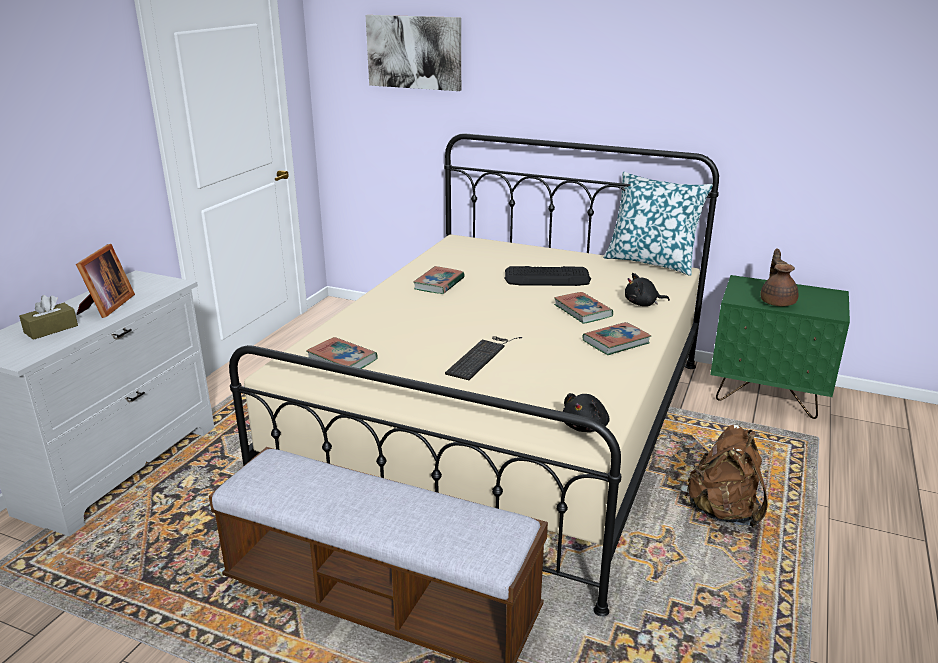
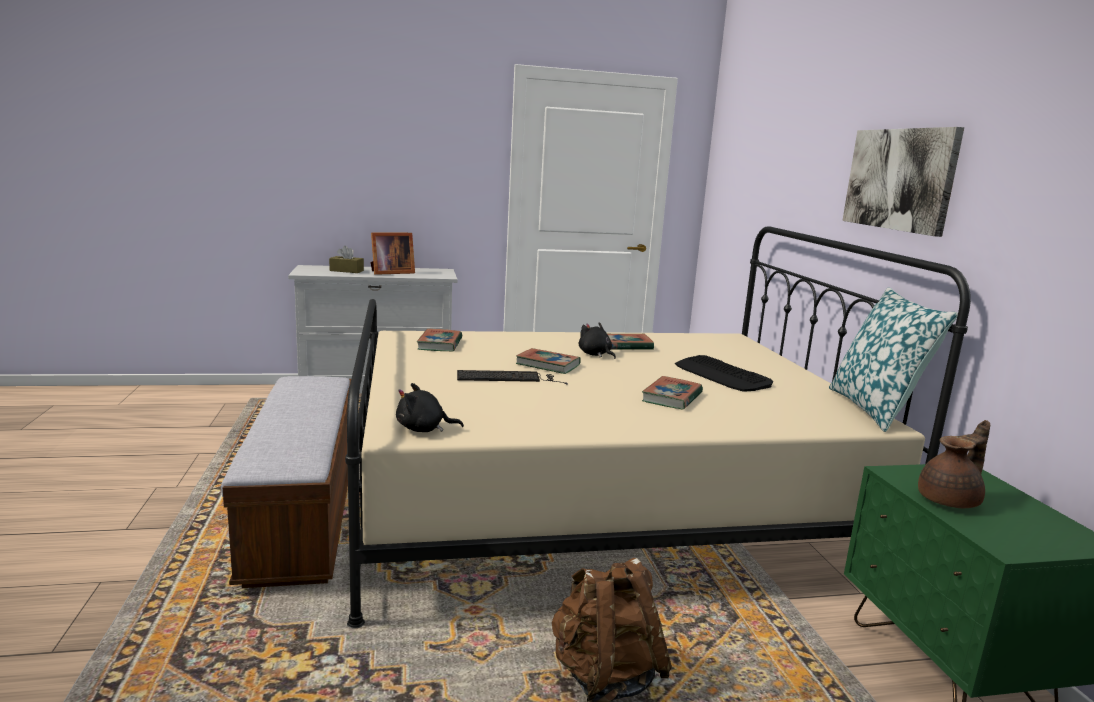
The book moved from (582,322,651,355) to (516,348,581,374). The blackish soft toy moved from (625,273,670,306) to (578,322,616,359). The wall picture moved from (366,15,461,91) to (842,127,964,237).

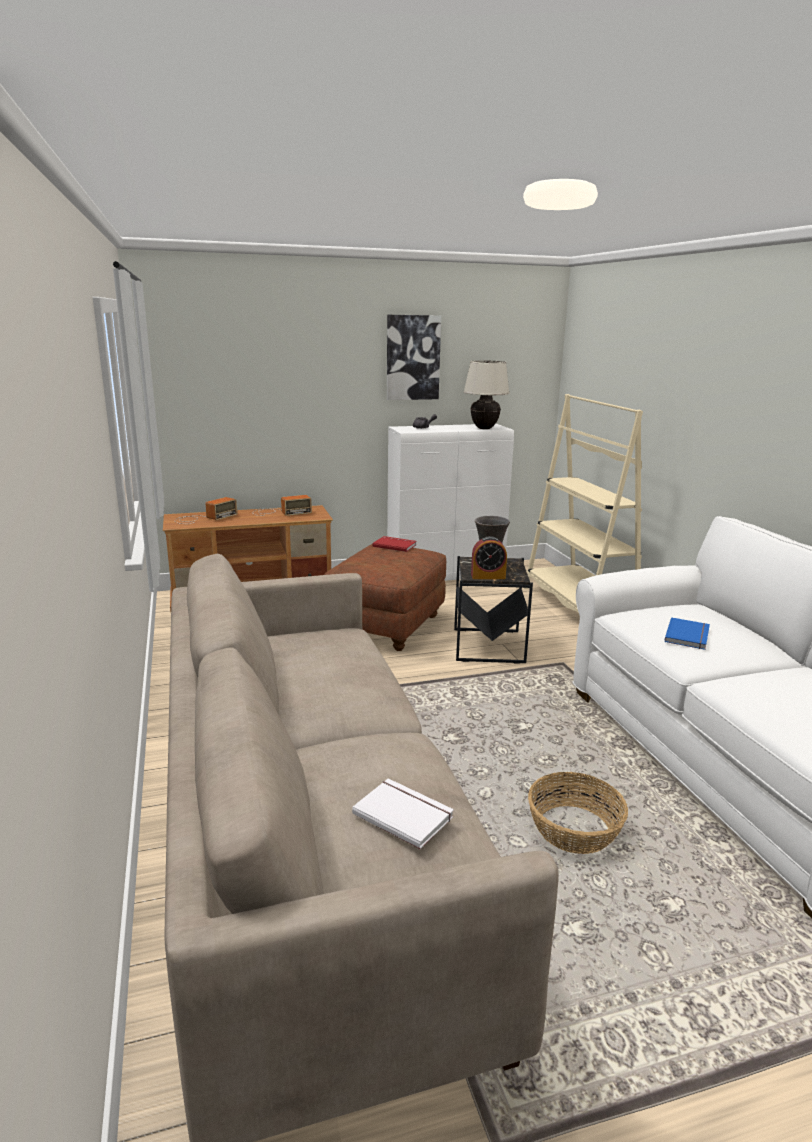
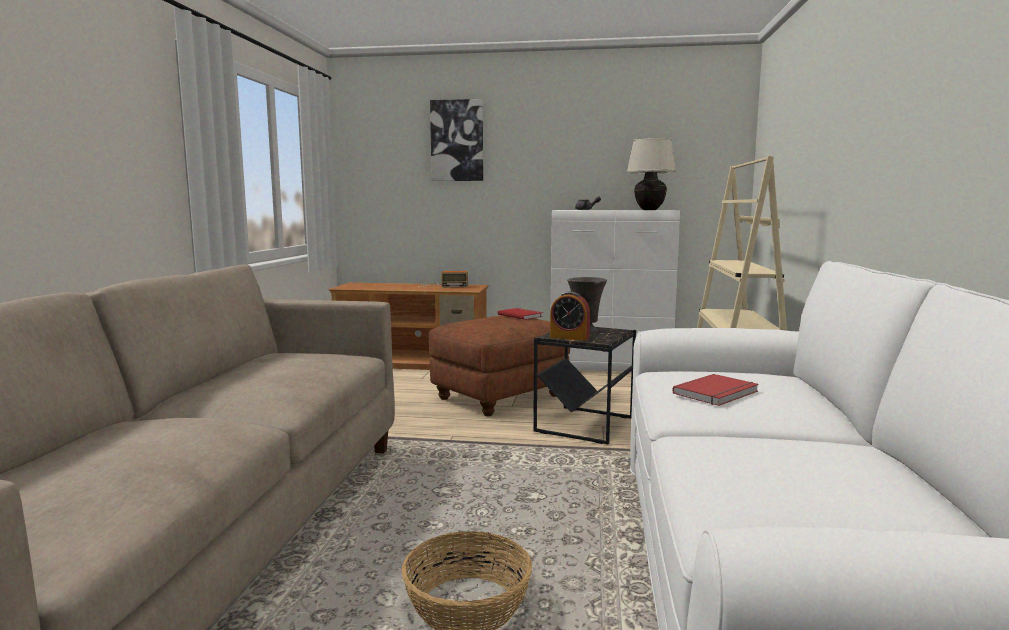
The wall picture moved from (387,315,441,400) to (430,99,483,181). The blue-coloured book at (665,618,710,650) became the red-coloured book at (672,374,759,406). The radio at (175,497,237,524) disappeared. The white book at (352,778,454,849) disappeared.

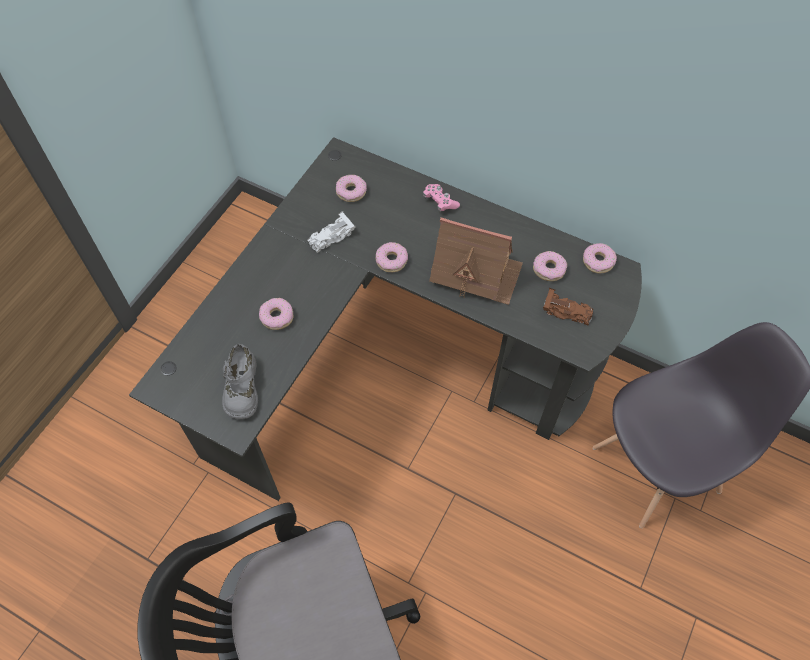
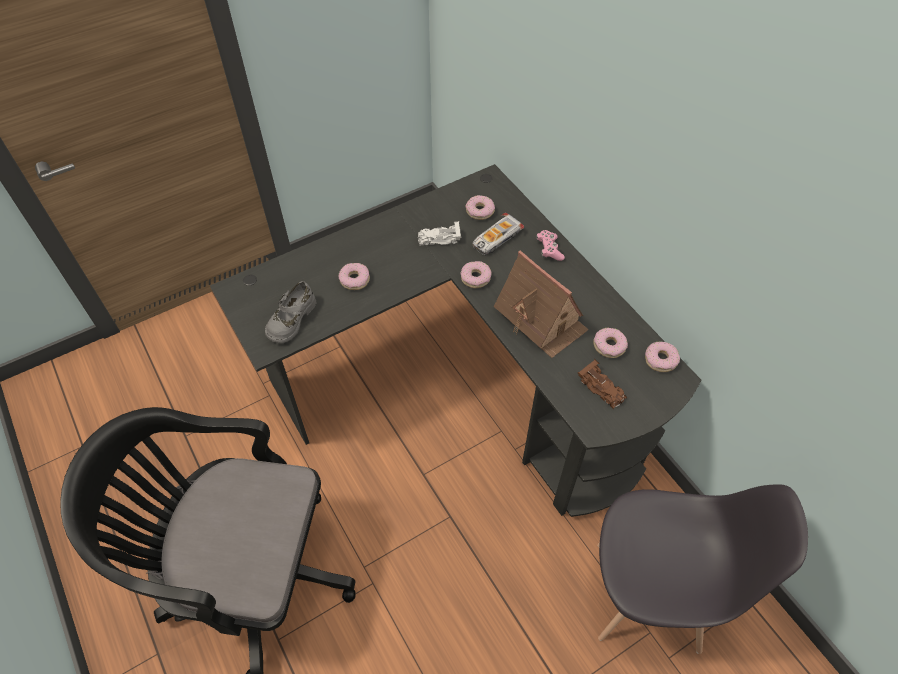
The miniature car at (472,213,524,255) appeared.

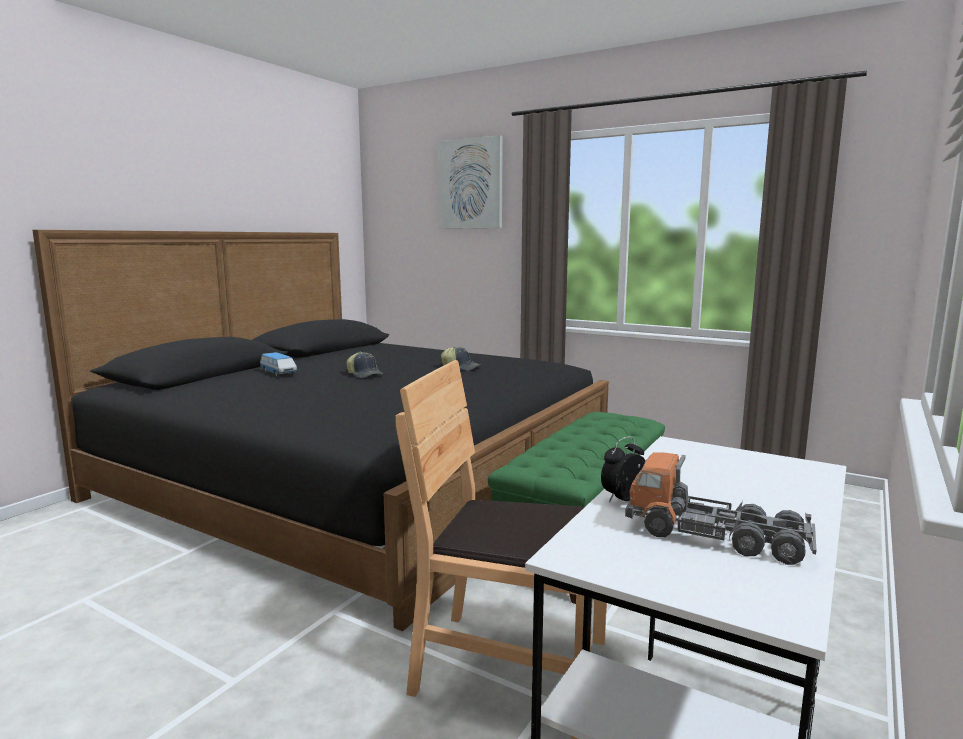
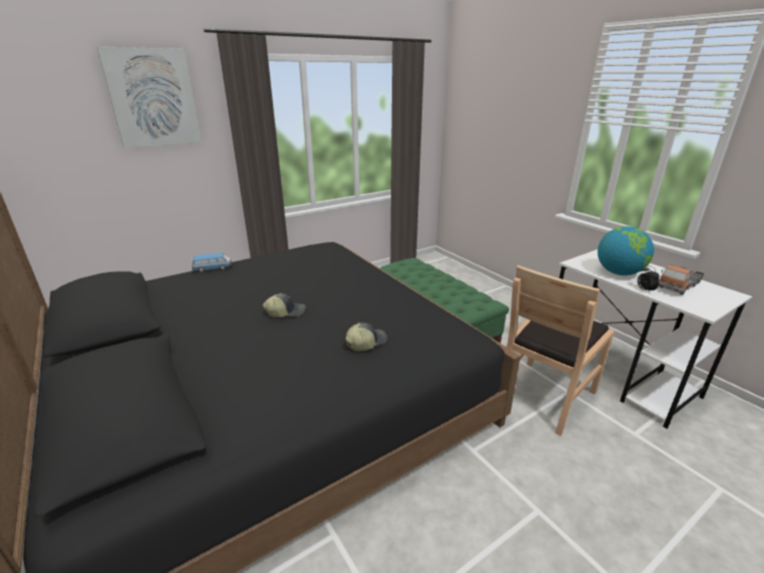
The miniature car moved from (260,352,298,377) to (192,253,232,272). The cap moved from (441,346,481,371) to (345,322,388,351). The globe at (598,226,654,276) appeared.

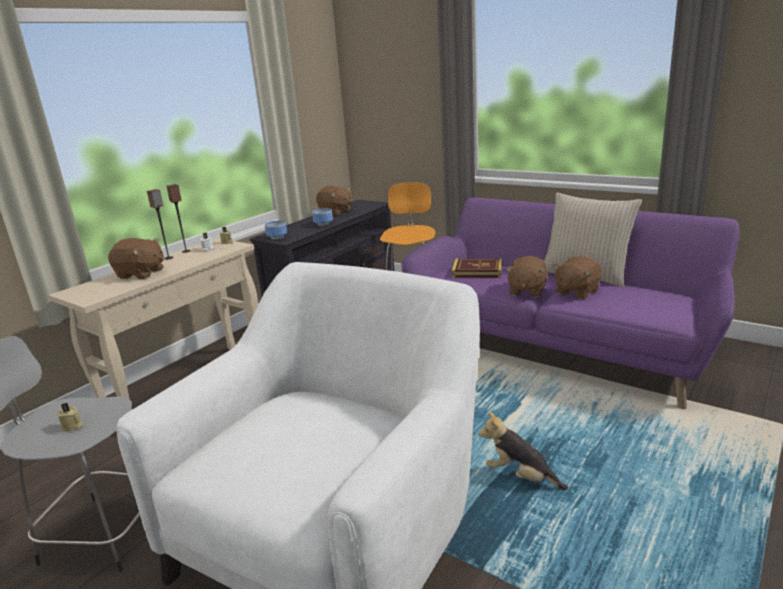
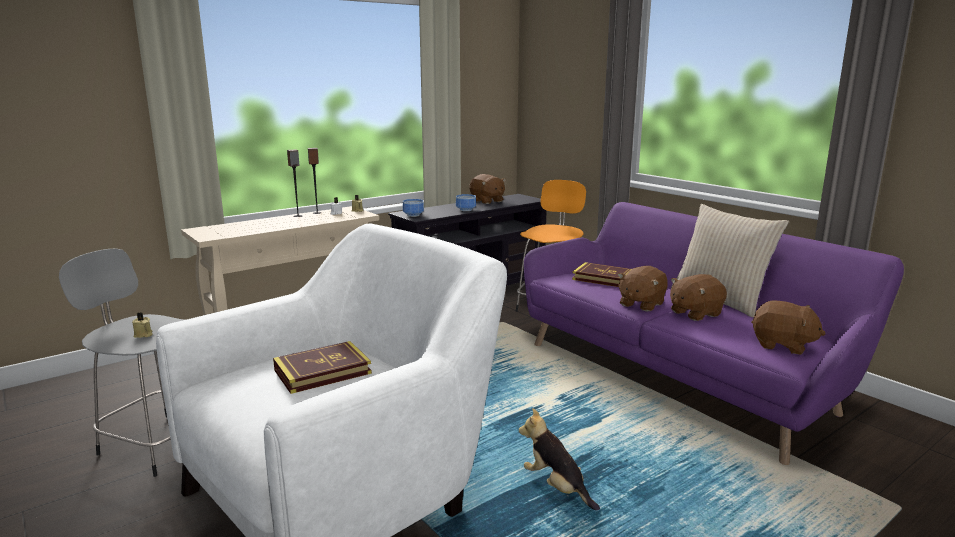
The book at (273,341,372,394) appeared. The brown-coloured soft toy moved from (108,238,164,279) to (751,301,826,355).

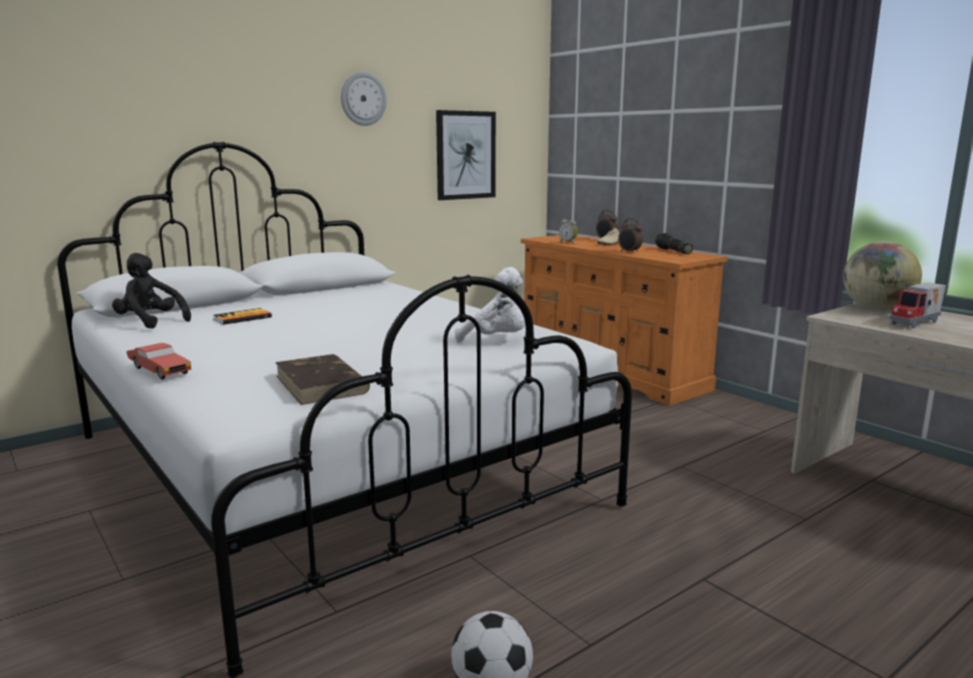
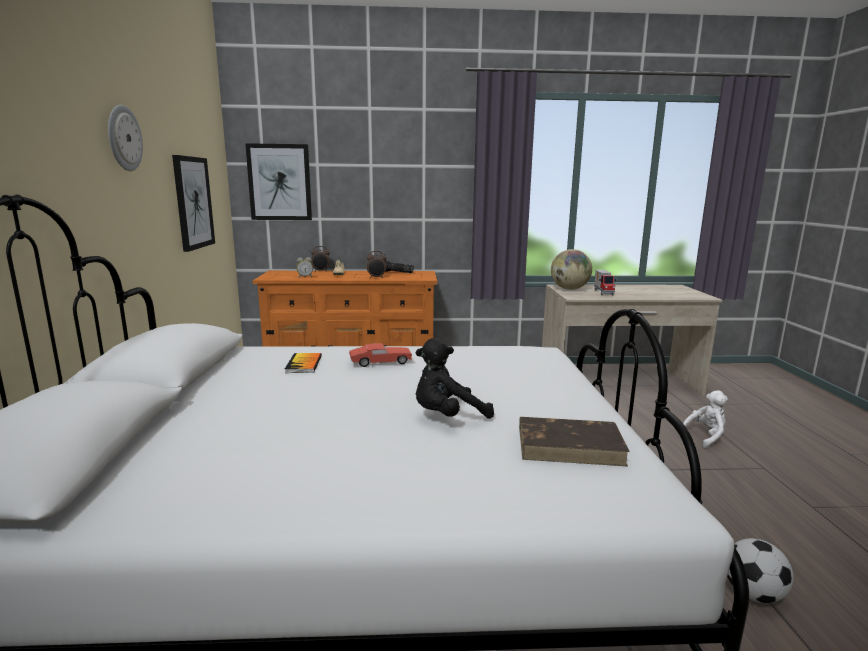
The wall picture at (245,143,312,220) appeared. The book moved from (213,308,272,325) to (285,353,322,373). The red-coloured miniature car moved from (127,343,191,379) to (349,343,412,367). The blackish soft toy moved from (112,253,191,329) to (416,338,494,419). The white soft toy moved from (455,267,525,342) to (677,390,728,449).

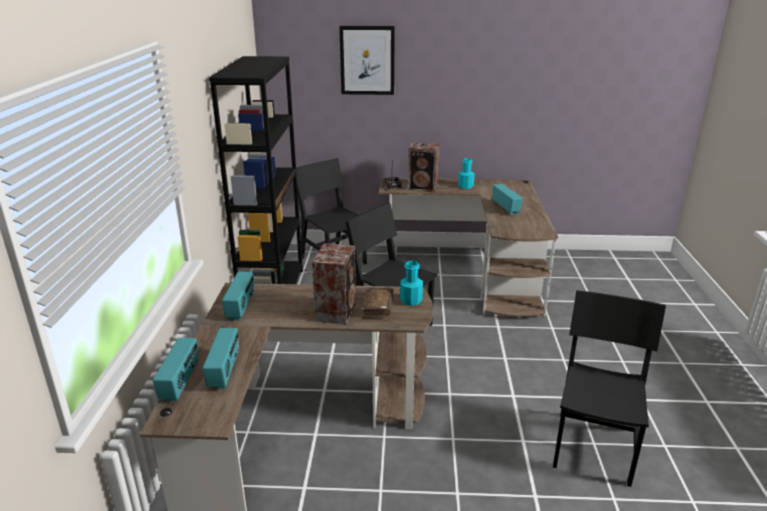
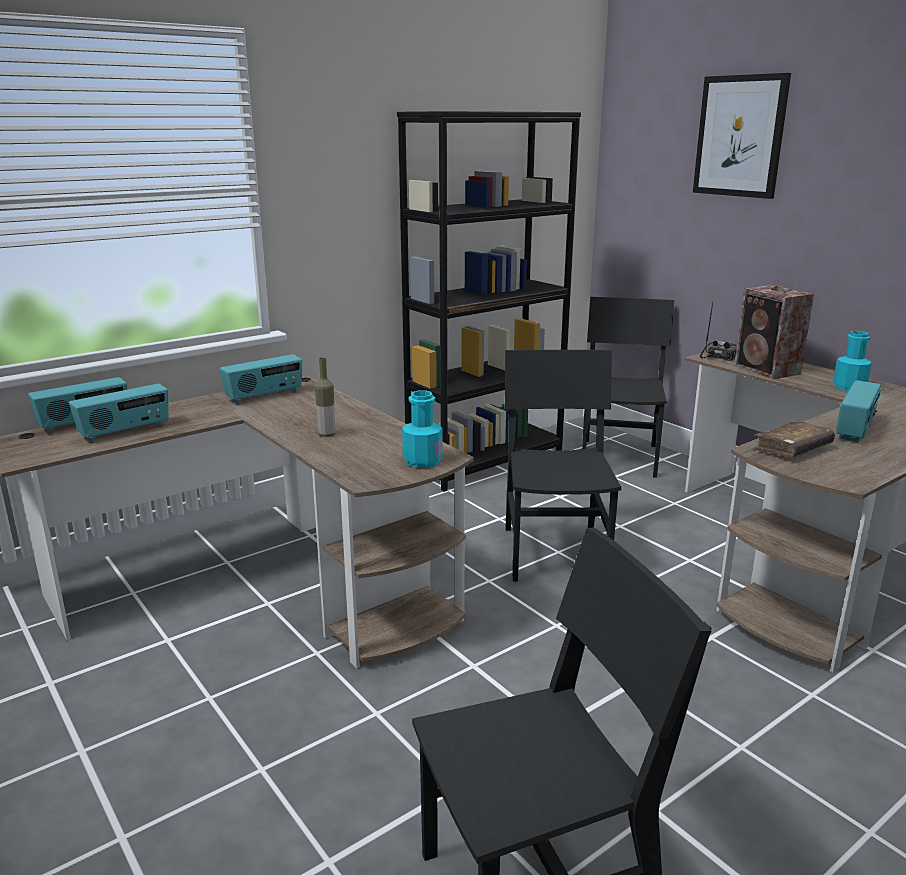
The speaker at (312,243,356,324) was replaced by the beverage bottle at (315,358,335,437). The brown-coloured book moved from (361,288,394,318) to (753,420,835,457).

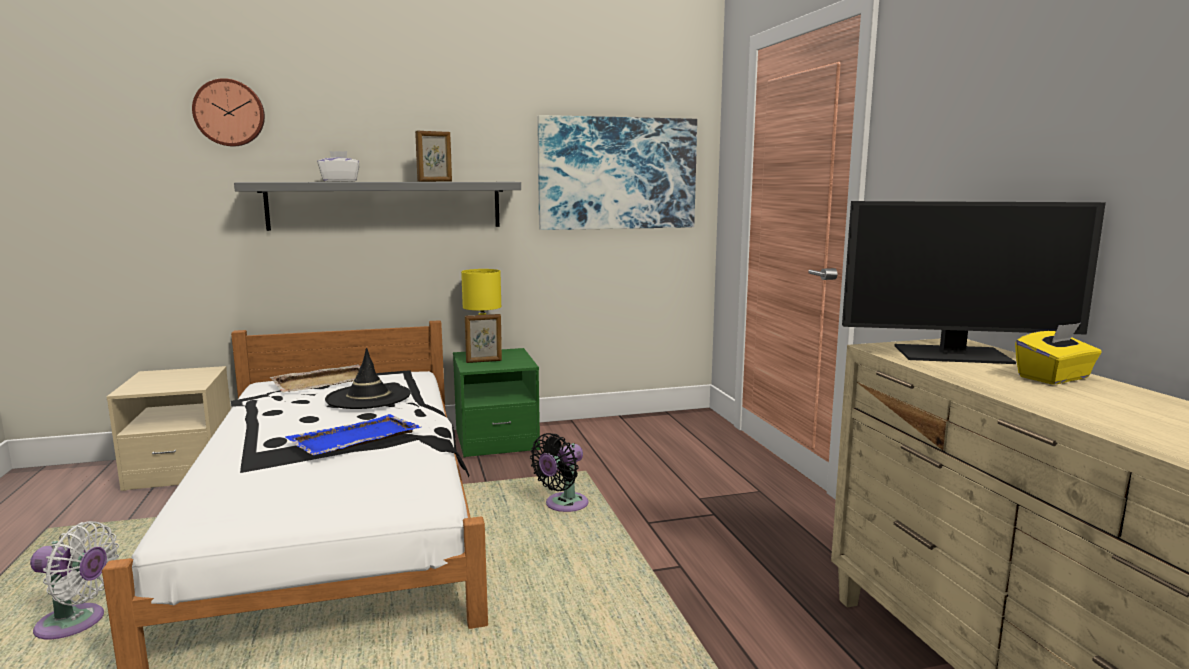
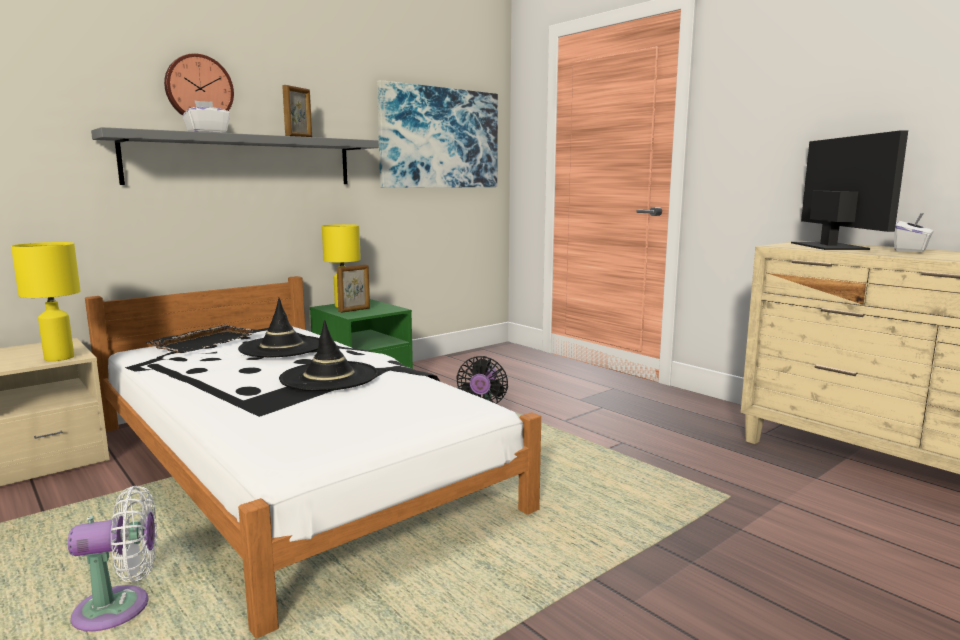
The yellowish table lamp at (11,242,81,361) appeared. The sand-coloured tray at (270,364,361,393) became the blackish tray at (146,324,261,353). The hanging clock moved from (192,78,265,146) to (164,53,234,115). The blue-coloured tray at (286,414,421,455) was replaced by the blackish hat at (279,320,378,391). The monitor at (842,201,1106,364) turned 75 degrees counterclockwise. The yellowish tissue holder at (1015,323,1102,385) became the white tissue holder at (894,213,934,252).

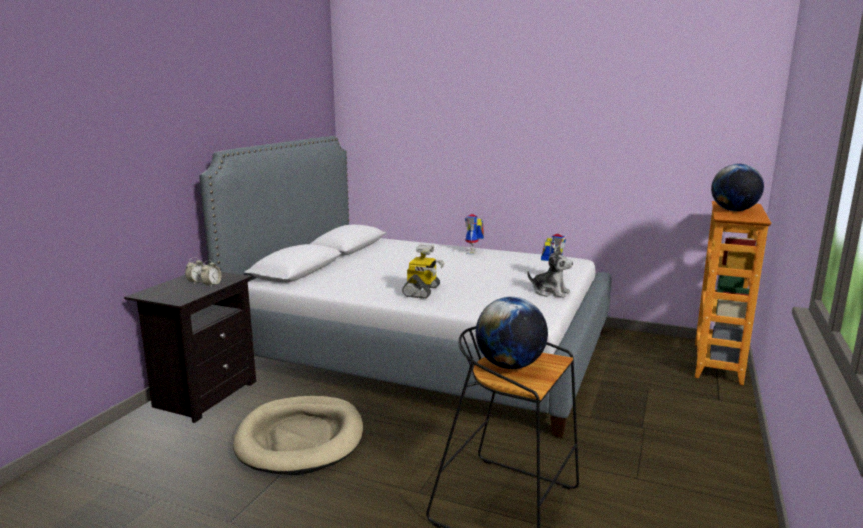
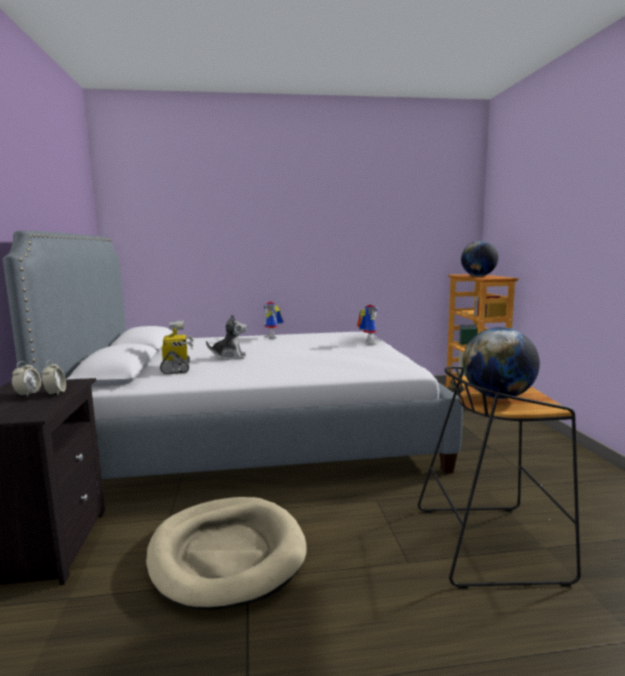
The toy robot moved from (402,244,444,299) to (160,321,194,374). The soft toy moved from (527,246,573,298) to (206,314,247,360).

